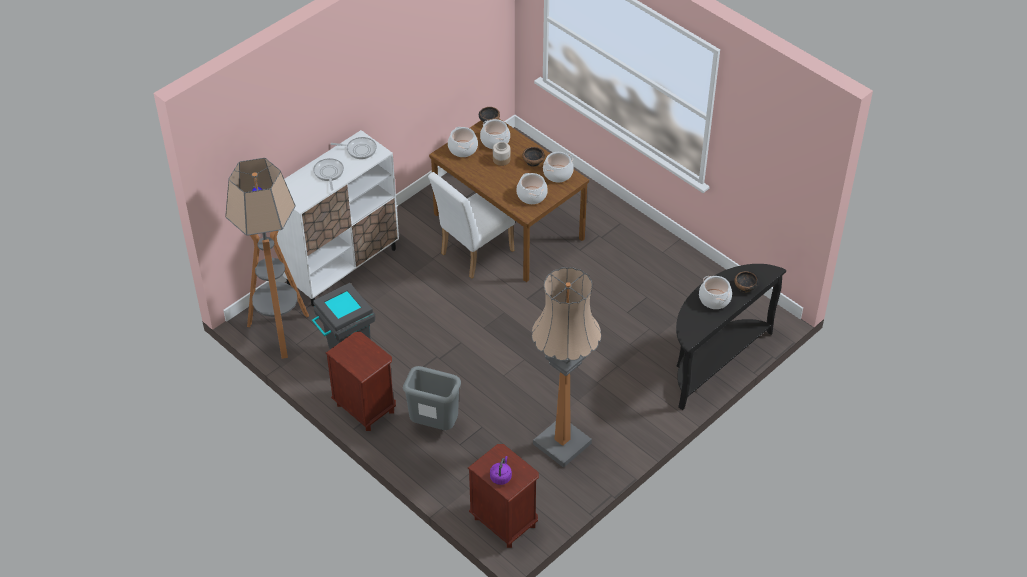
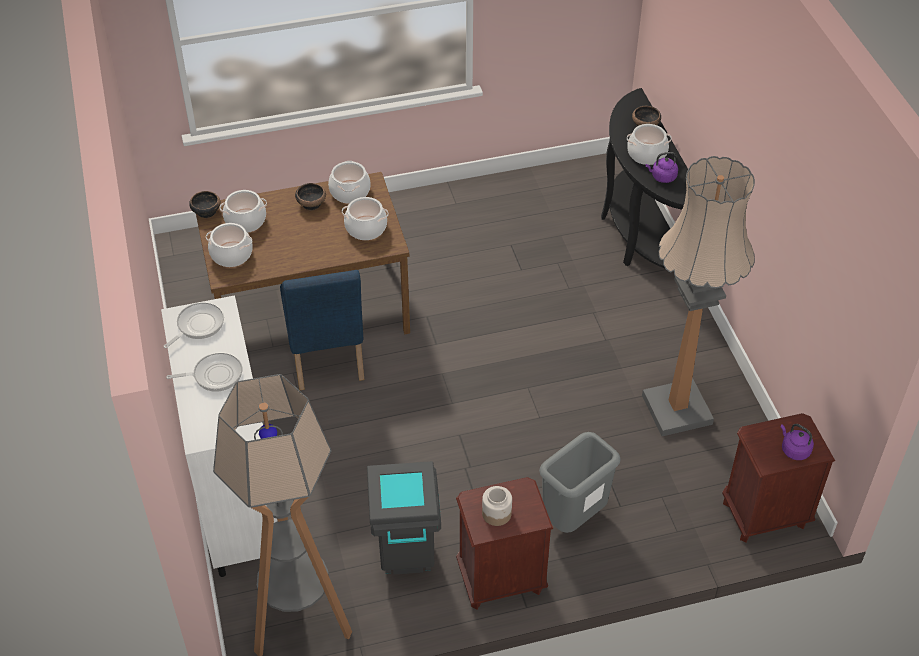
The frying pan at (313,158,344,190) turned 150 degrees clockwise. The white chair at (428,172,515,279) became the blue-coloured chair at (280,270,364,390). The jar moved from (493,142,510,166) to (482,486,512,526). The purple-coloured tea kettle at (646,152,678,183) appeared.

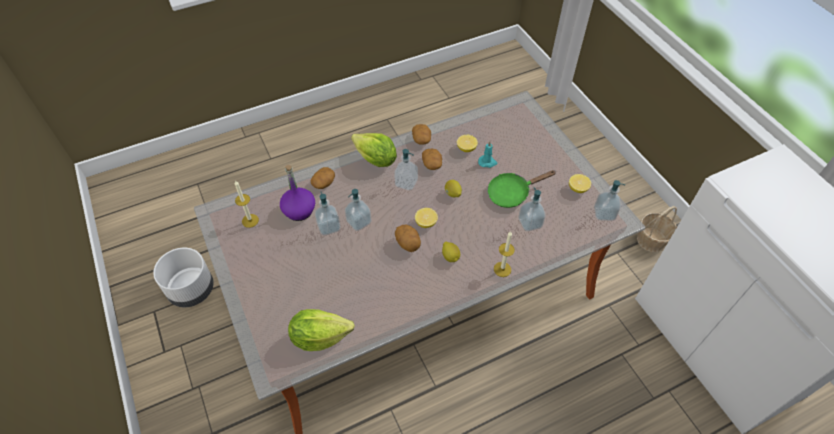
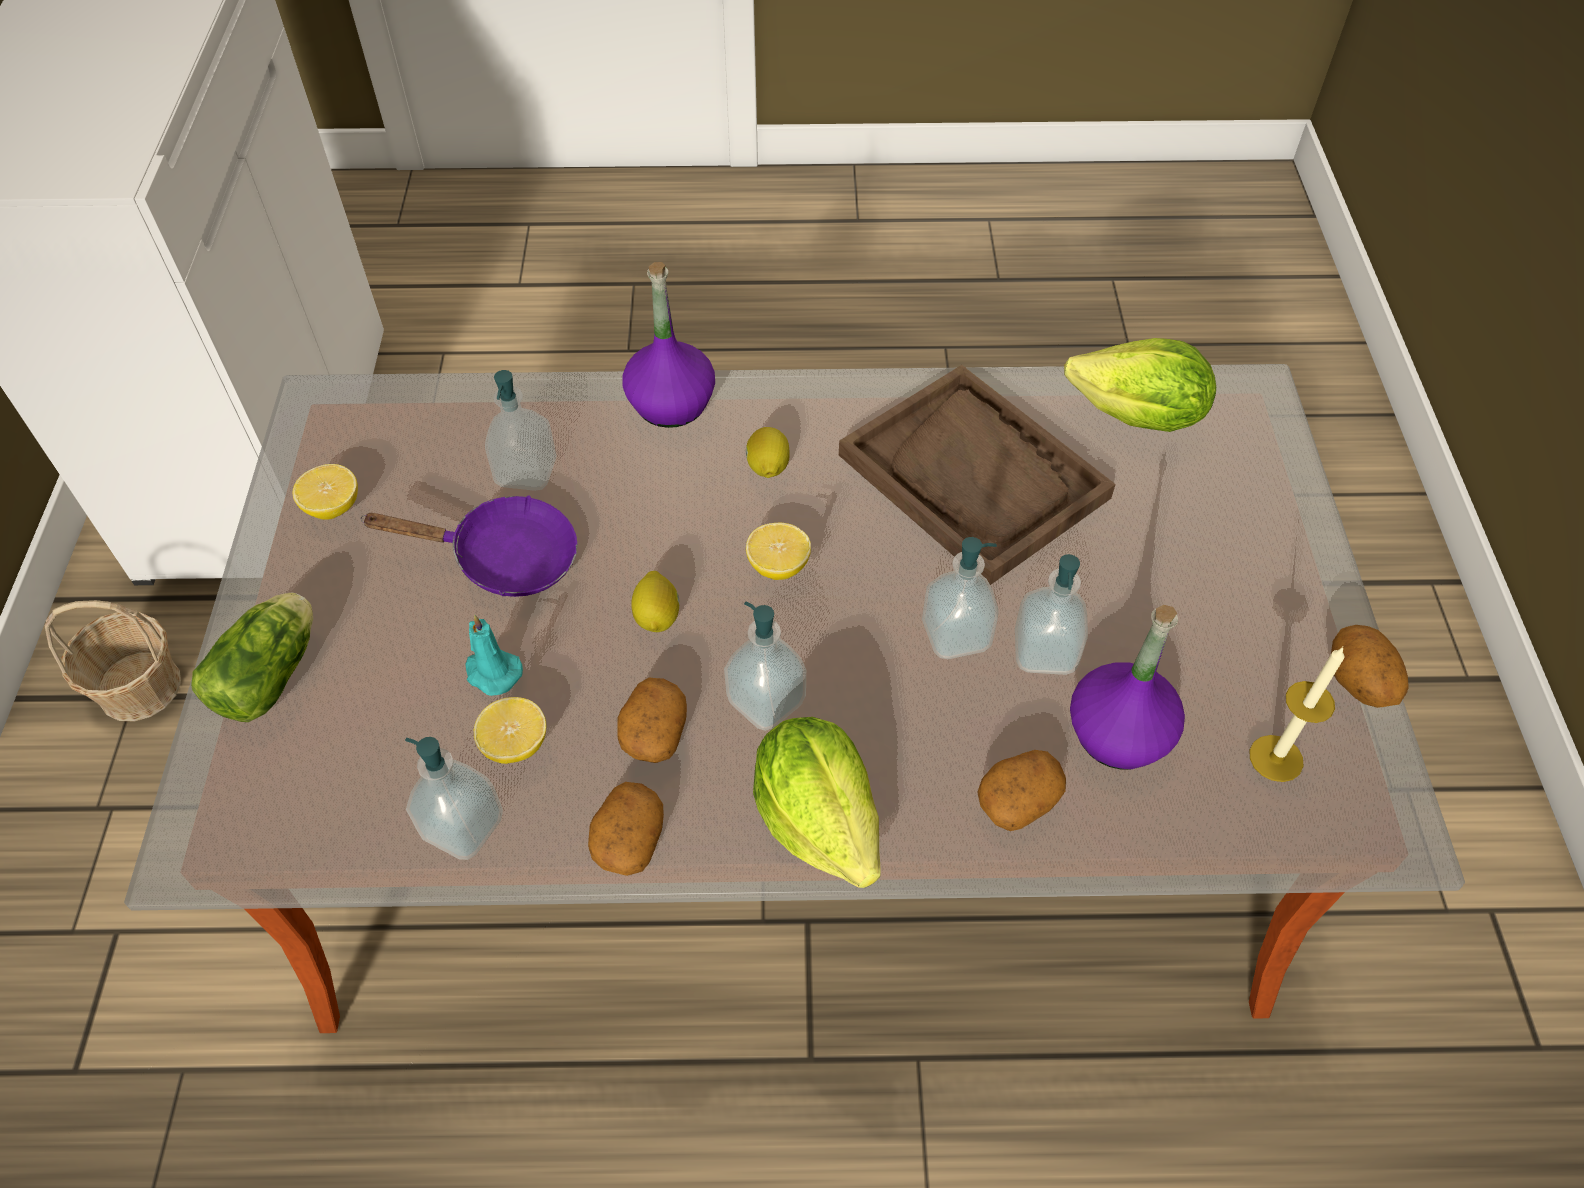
The lettuce at (191,592,313,722) appeared. The green frying pan at (487,170,555,208) became the purple-coloured frying pan at (361,496,578,597). The soap dispenser moved from (594,180,625,221) to (405,737,503,860). The wax light at (494,231,515,277) was replaced by the purple-coloured beverage bottle at (623,262,715,428). The brown-coloured tray at (839,365,1116,585) appeared. The potato moved from (395,225,421,252) to (1331,625,1409,708). The white planter at (153,248,214,307) disappeared.

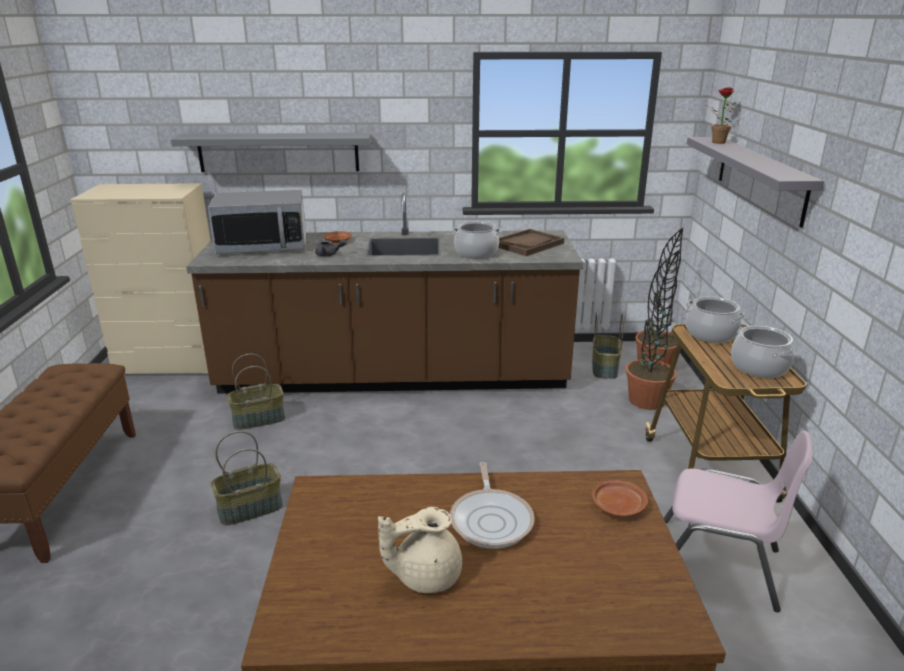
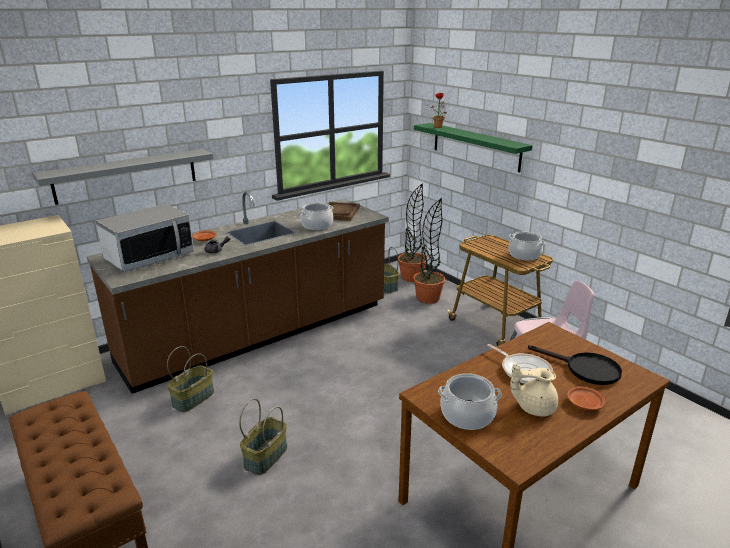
The grey shelf at (687,137,824,228) became the green shelf at (414,123,533,173). The saucepot moved from (686,297,746,343) to (438,373,502,430). The sand-coloured pot for tea at (378,507,462,593) turned 60 degrees clockwise. The blackish frying pan at (528,345,622,385) appeared. The brown-coloured dinner plate moved from (592,480,648,517) to (567,386,605,410).

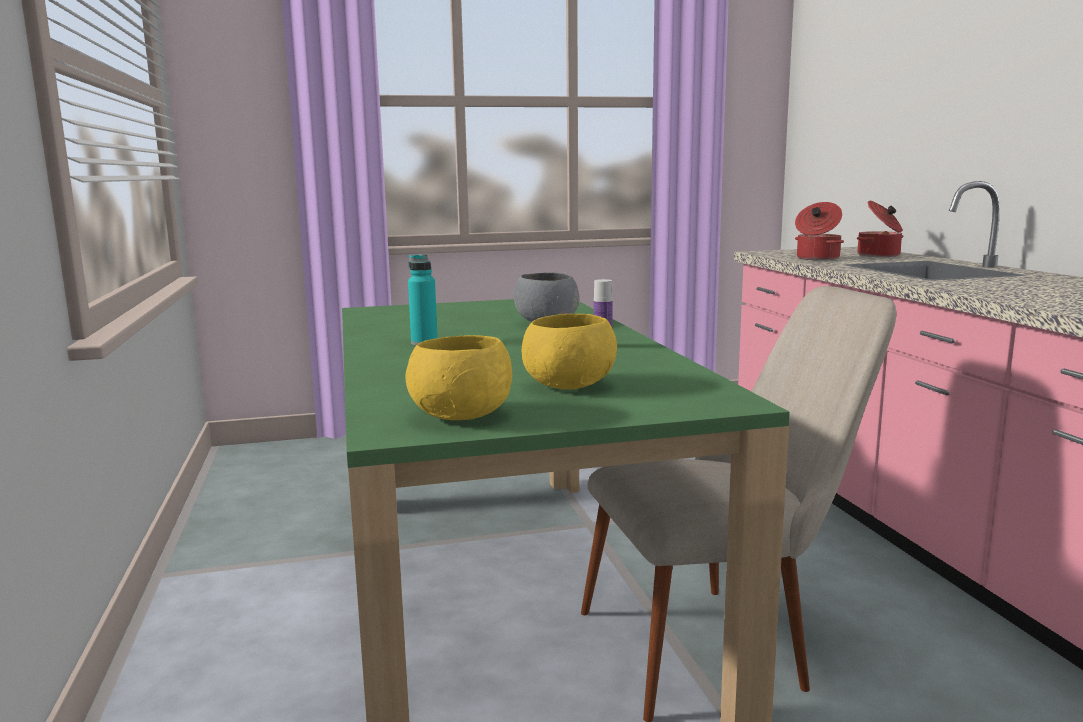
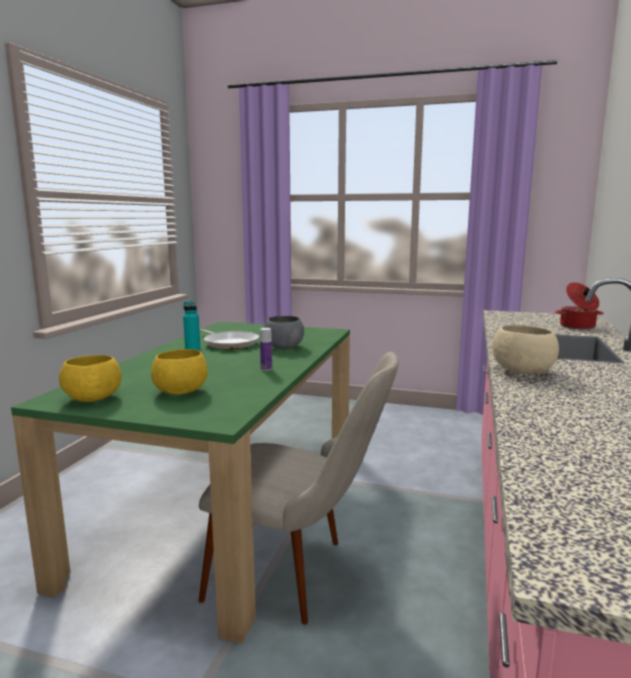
The frying pan at (200,329,259,349) appeared. The sand-coloured deep dish at (492,325,559,374) appeared. The saucepot at (795,202,844,261) disappeared.

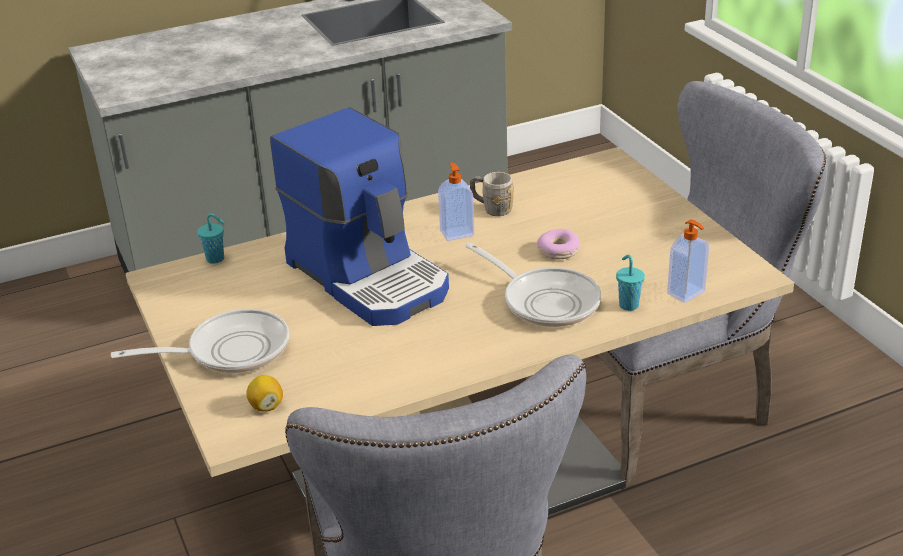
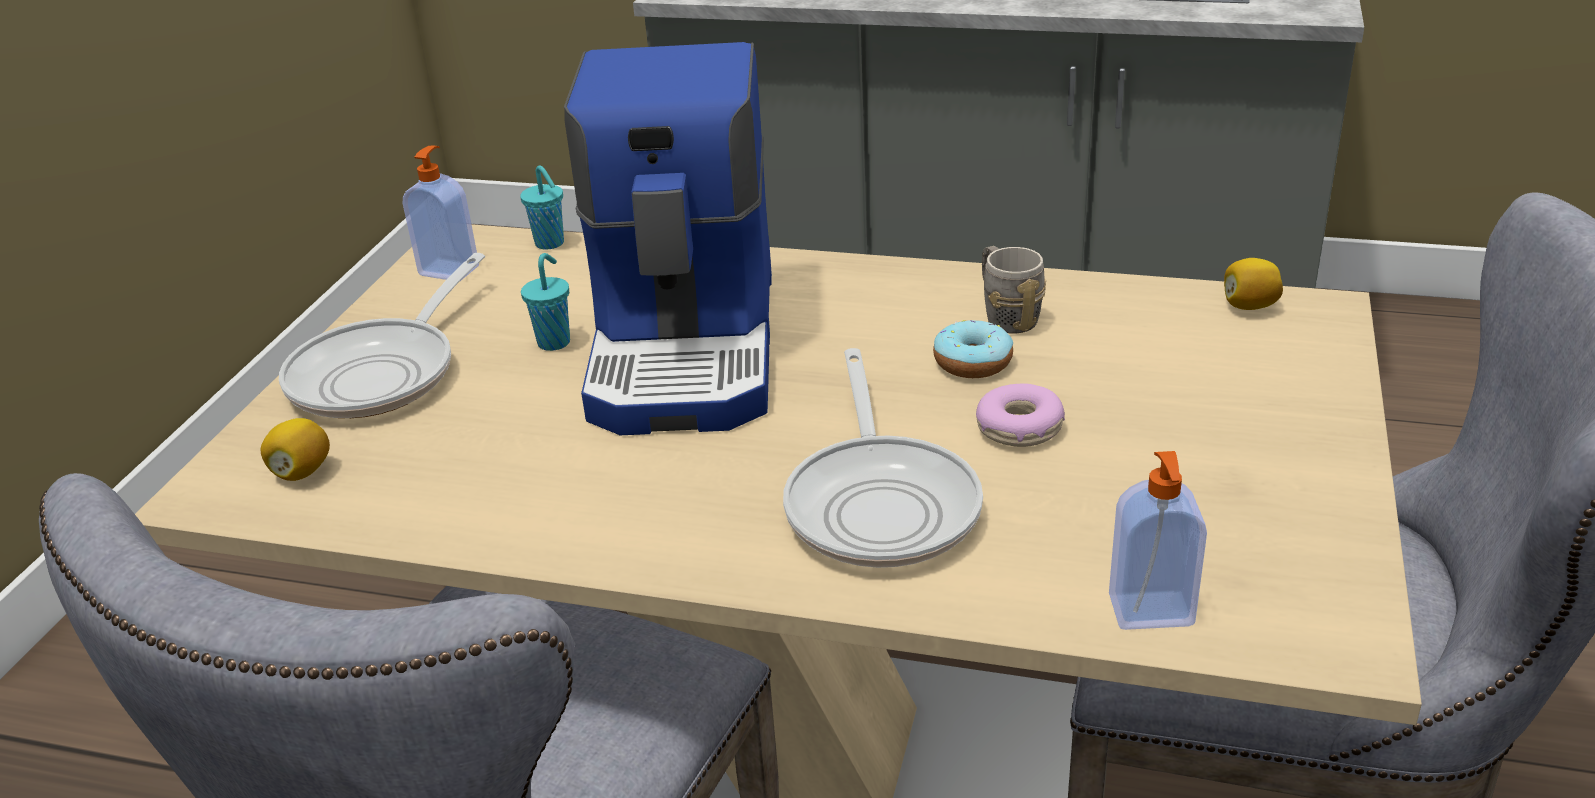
The frying pan at (111,309,289,373) turned 90 degrees clockwise. The soap dispenser moved from (438,162,474,241) to (403,145,479,280). The turquoise cup moved from (616,255,645,311) to (521,253,570,351). The doughnut at (933,320,1013,378) appeared. The citrus fruit at (1224,258,1283,310) appeared.

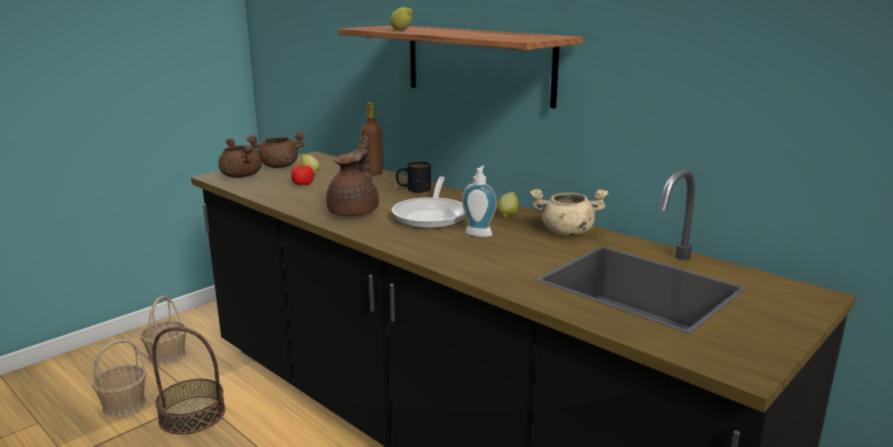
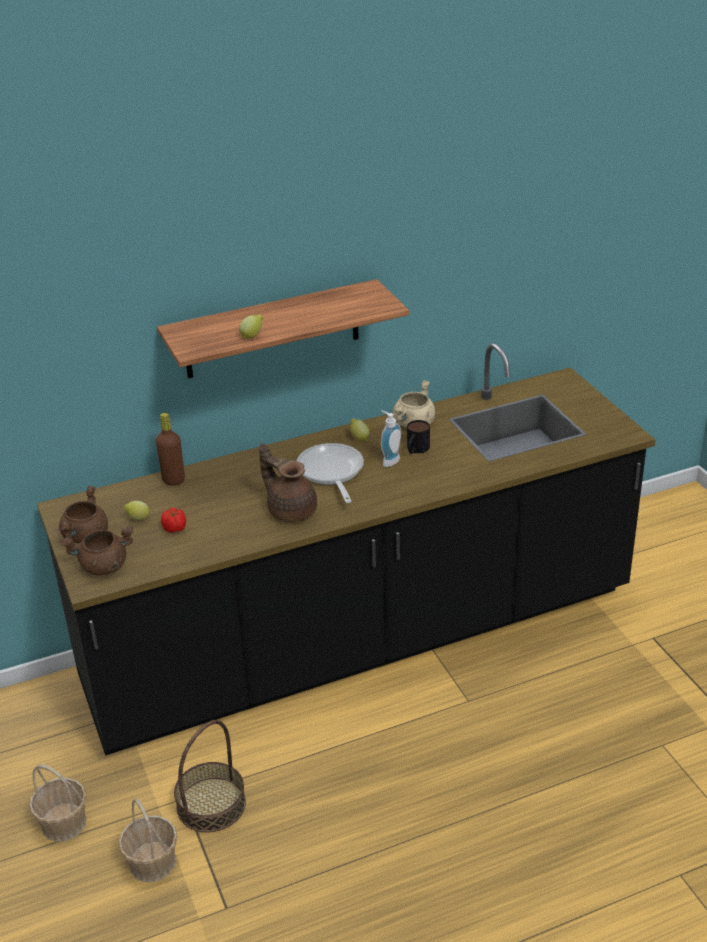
The frying pan at (392,177,465,229) turned 135 degrees counterclockwise. The mug moved from (396,162,431,193) to (407,420,430,454).

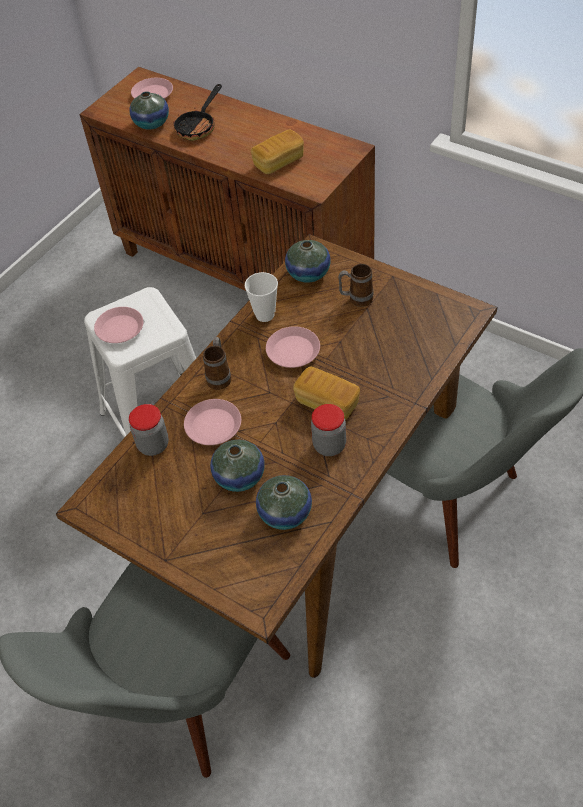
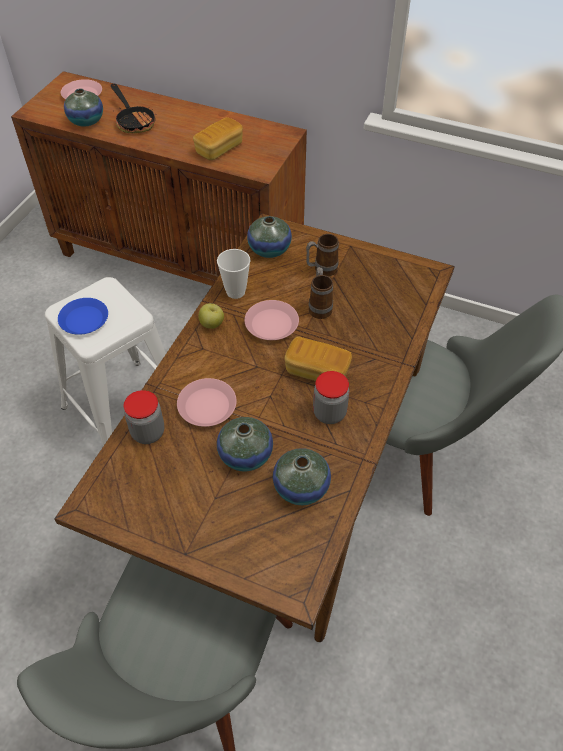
The pink dinner plate at (94,307,143,343) became the blue-coloured dinner plate at (58,298,108,335). The frying pan at (173,84,222,141) turned 45 degrees counterclockwise. The apple at (198,303,224,329) appeared. The mug moved from (203,337,231,390) to (309,267,333,319).

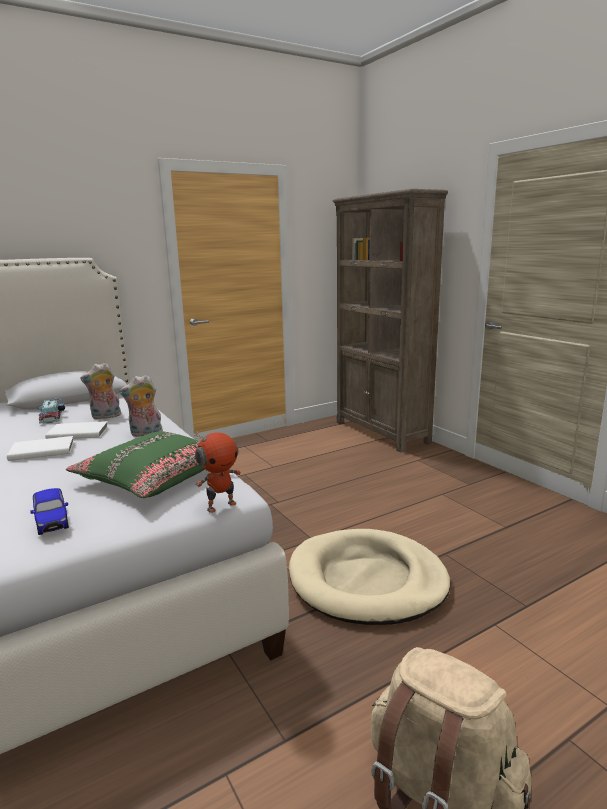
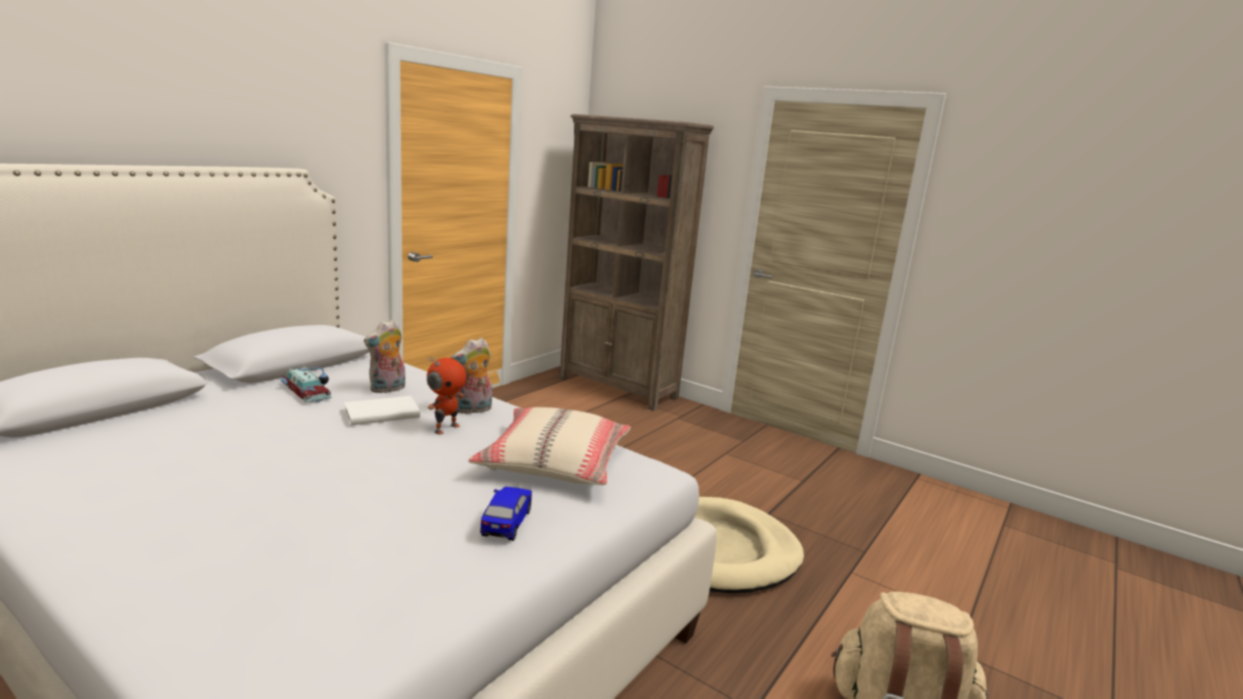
The toy robot moved from (193,431,241,513) to (427,356,466,435). The green throw pillow at (66,431,205,498) became the sand-coloured throw pillow at (468,407,631,485). The miniature car at (30,488,69,535) turned 120 degrees counterclockwise. The white book at (7,436,74,461) disappeared.

